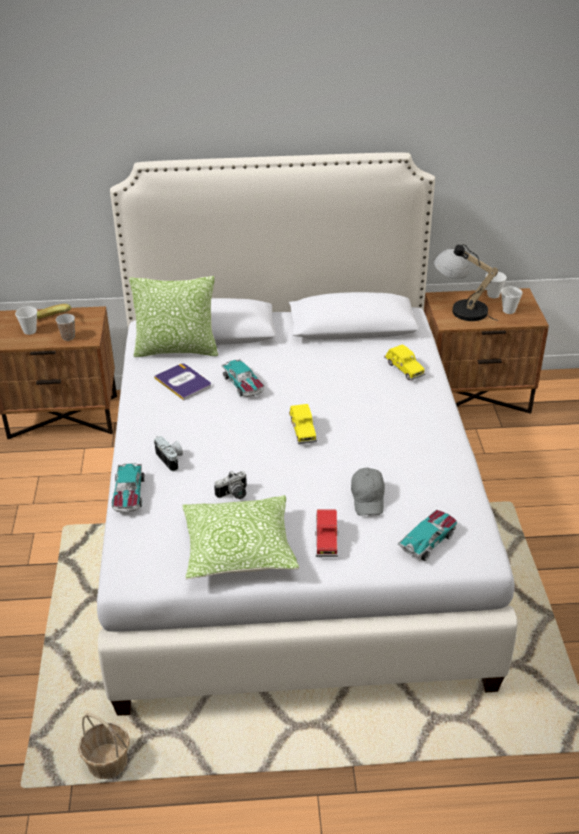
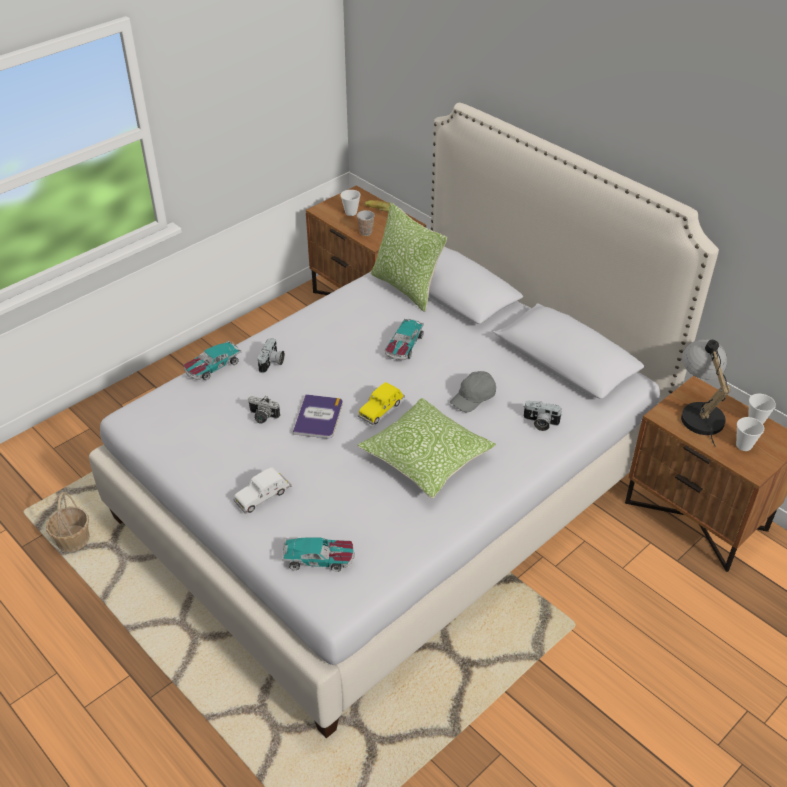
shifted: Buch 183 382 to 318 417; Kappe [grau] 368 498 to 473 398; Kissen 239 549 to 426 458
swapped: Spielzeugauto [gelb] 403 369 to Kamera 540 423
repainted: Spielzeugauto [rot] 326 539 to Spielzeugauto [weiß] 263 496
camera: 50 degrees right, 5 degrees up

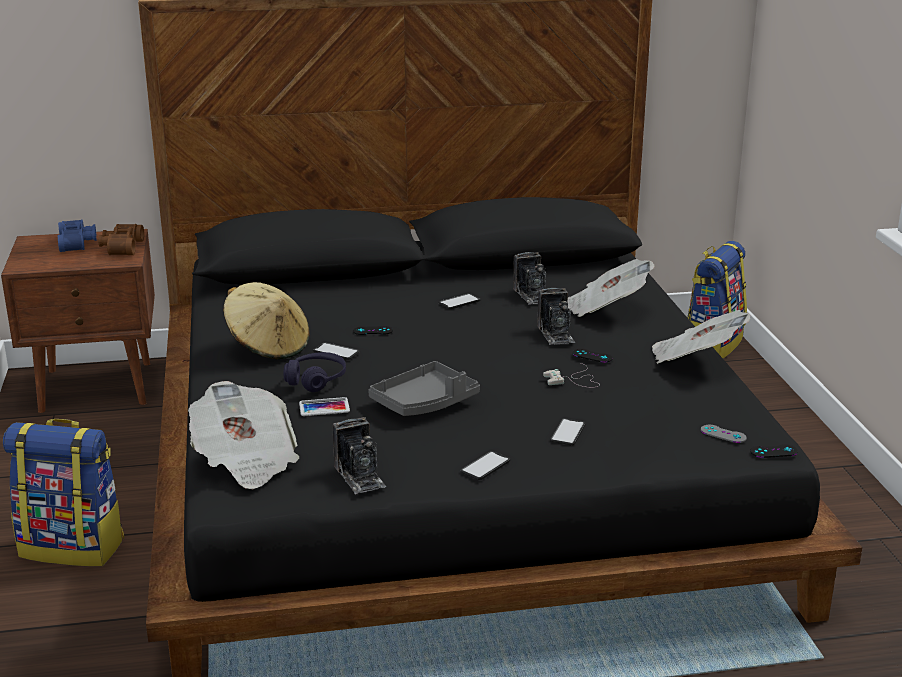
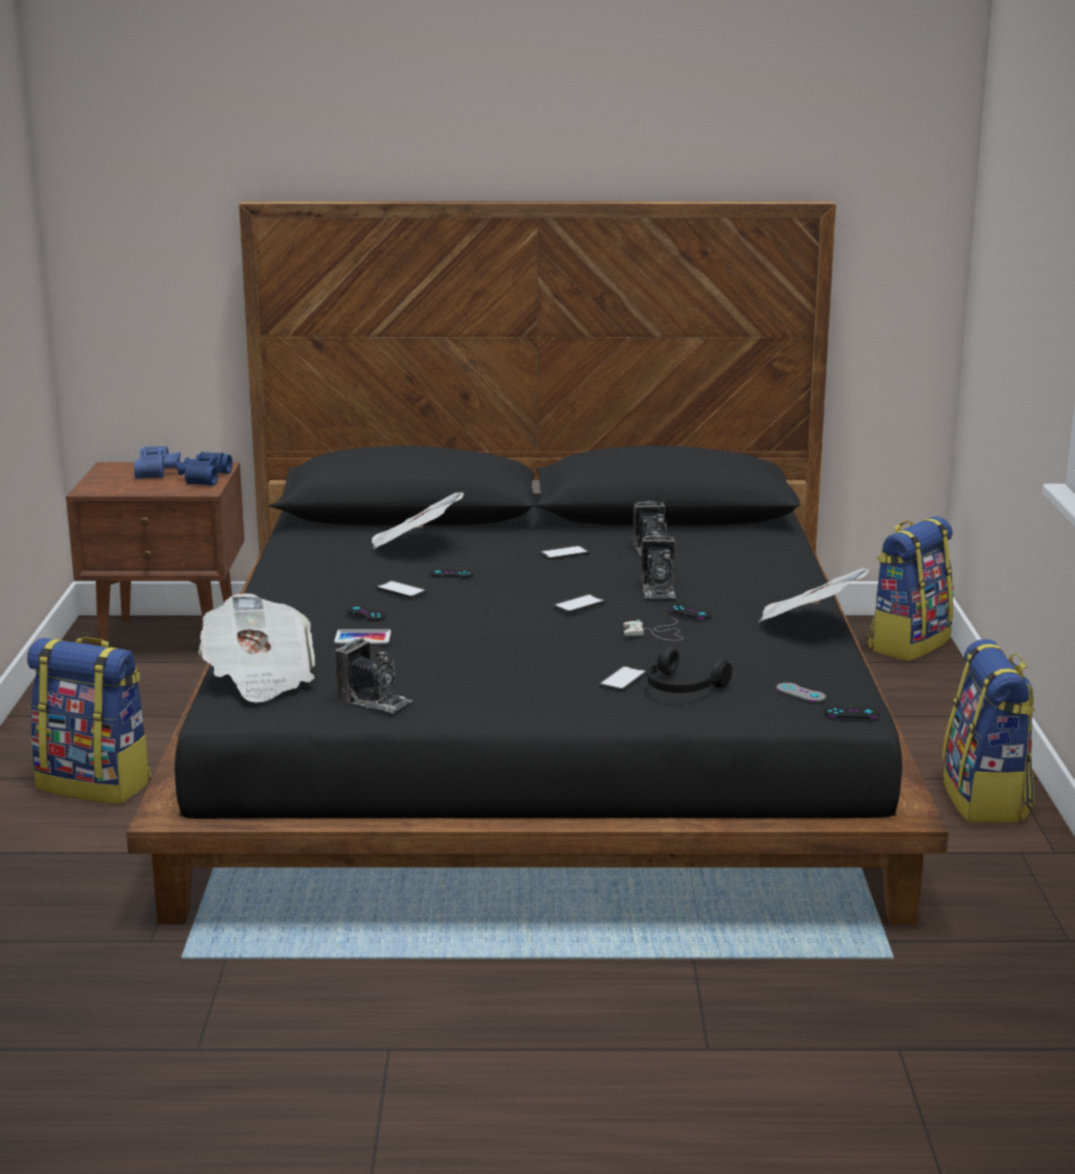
gone: Hut [beige] 268 347; Tablett [grau] 425 402
new: Rucksack 986 800; Kopfhörer [schwarz] 681 687
shifted: Zeitung 605 309 to 414 546; Handy 485 466 to 579 604
swapped: Kopfhörer [lila] 316 380 to Gamepad [schwarz] 366 613
repainted: Fernglas [braun] 120 247 to Fernglas [blau] 203 478
rotated: Kamera 360 476 = 374 700 45 degrees counterclockwise
camera: 10 degrees right, 5 degrees down

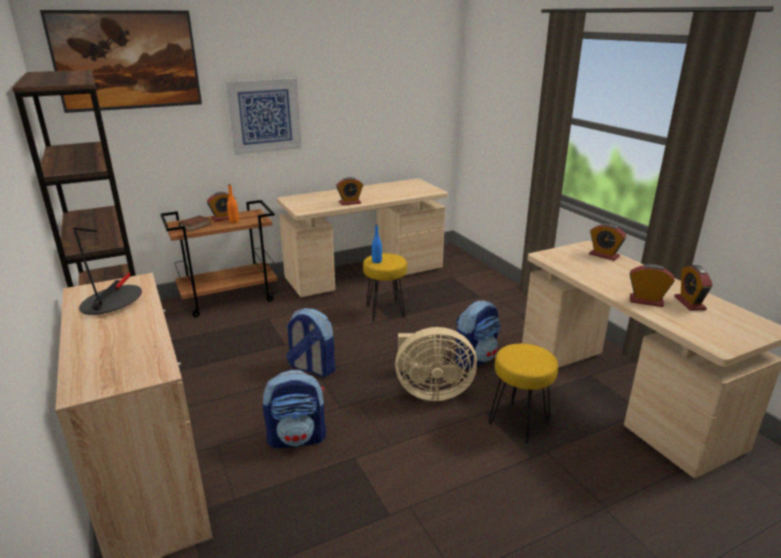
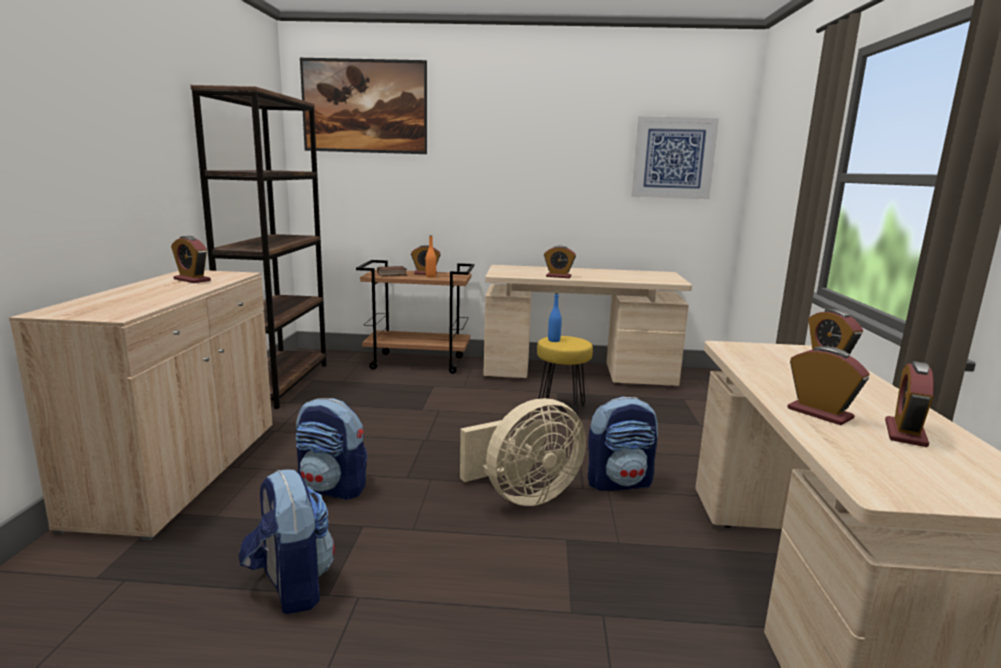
gone: Hocker [gelb] 518 422
shifted: Bild 264 116 to 673 158; Rucksack 312 368 to 290 586
swapped: Tischlampe 112 302 to Wecker 192 280
rotated: Ventilator [beige] 430 391 = 523 496 60 degrees counterclockwise
camera: 30 degrees right, 10 degrees down

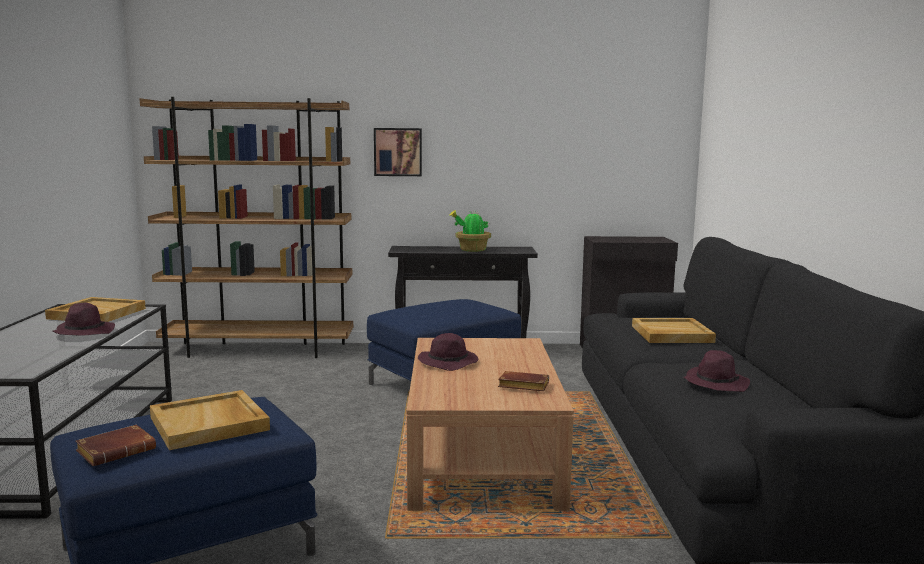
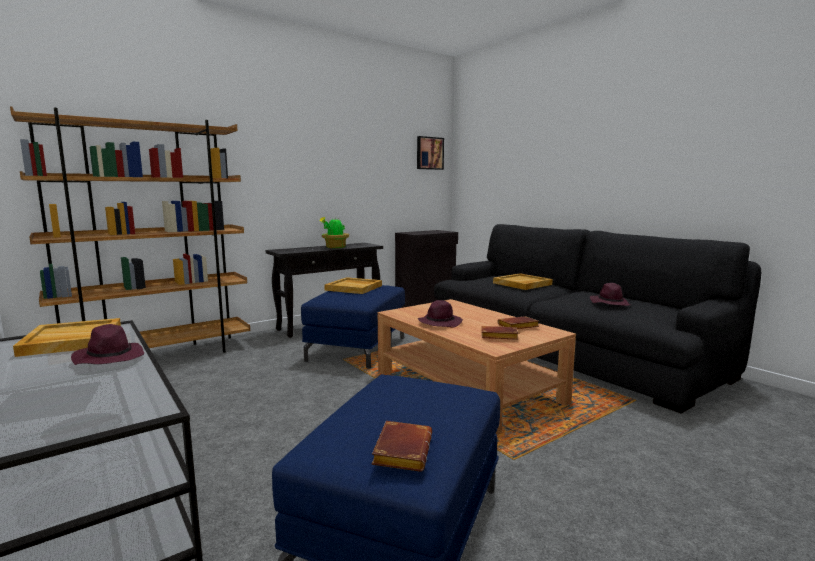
new: Buch [braun] 498 337
shifted: Bild 398 152 to 429 153; Tablett [beige] 210 424 to 354 288
camera: 35 degrees left, 0 degrees up

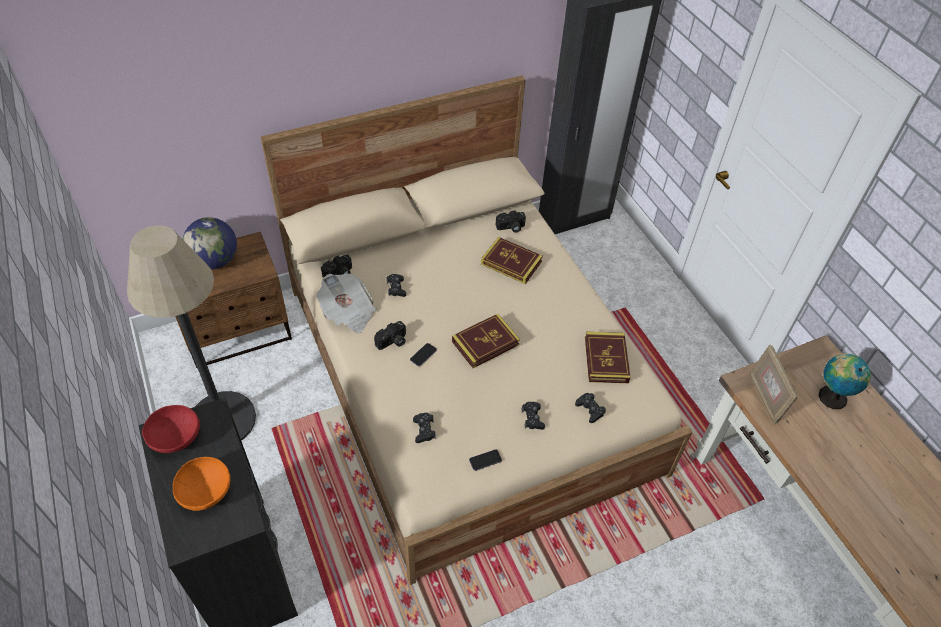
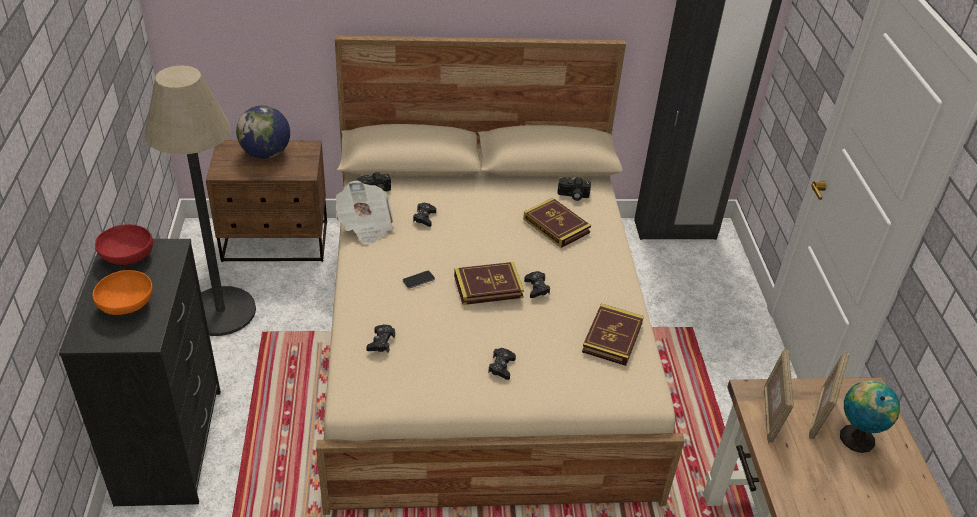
gone: Kamera 392 342; Handy 485 460
new: Bilderrahmen 820 414
shifted: Gamepad [schwarz] 590 409 to 536 288
camera: 20 degrees right, 10 degrees down

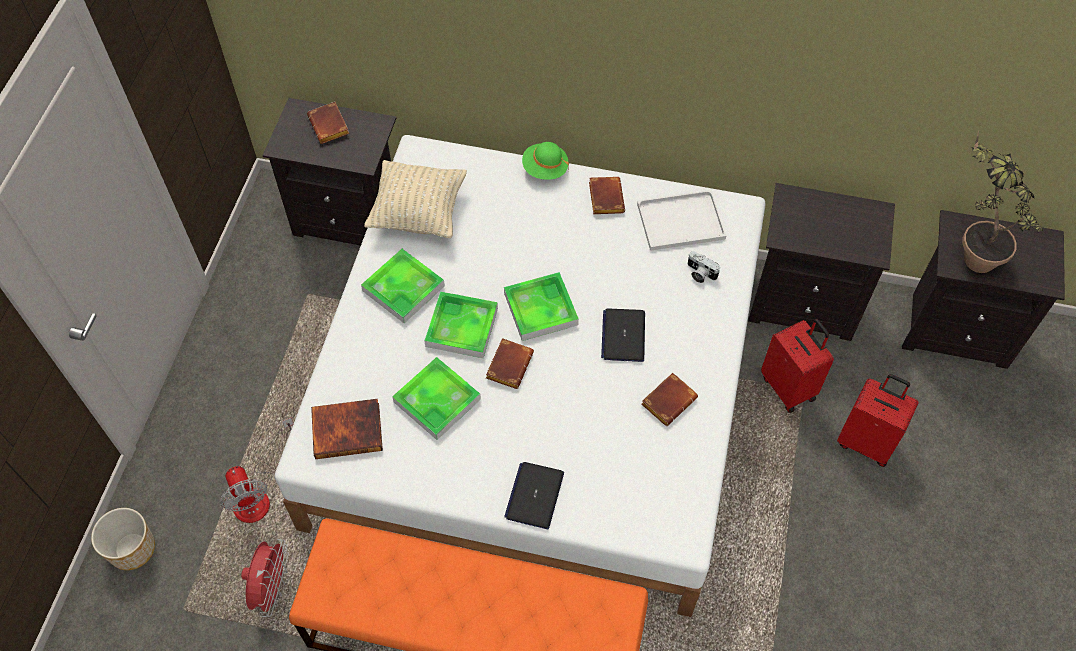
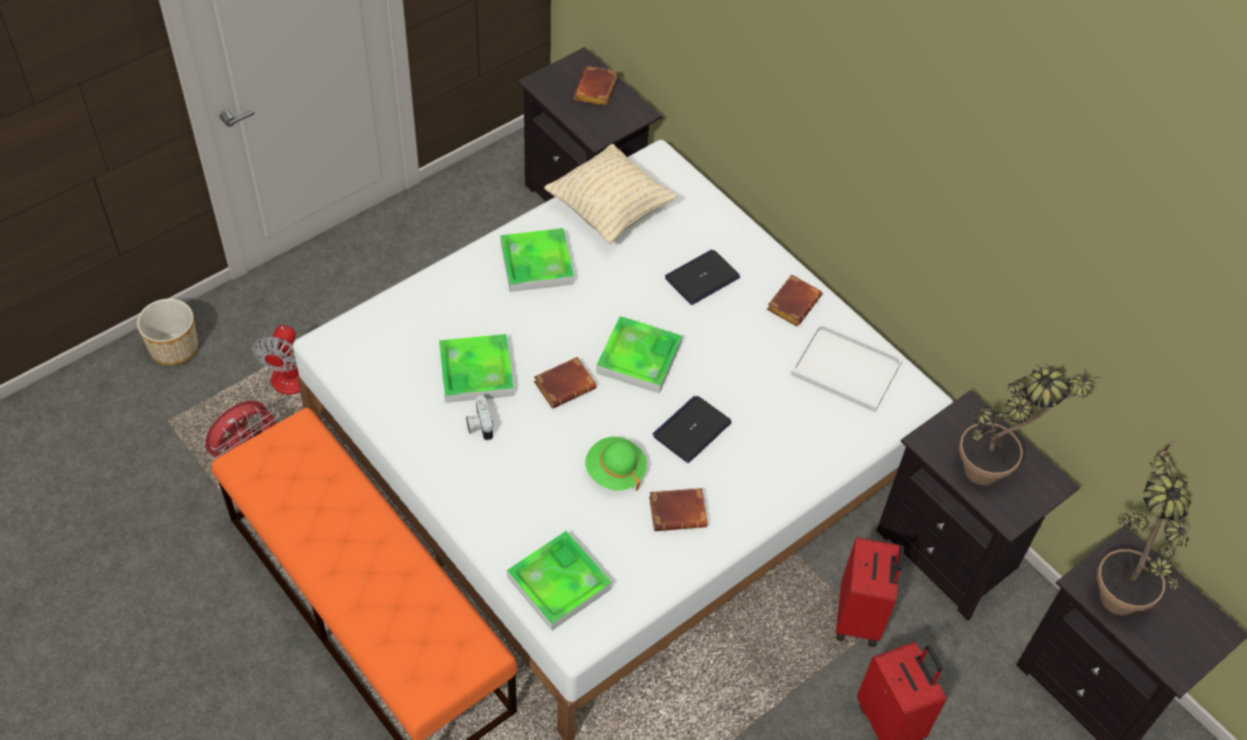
gone: Buch 348 429
new: Topfpflanze 995 469
shifted: Hut [grün] 545 169 to 615 472; Kamera 699 273 to 479 425; Tablett 462 327 to 559 583; Laptop 534 495 to 702 278
camera: 35 degrees right, 5 degrees down

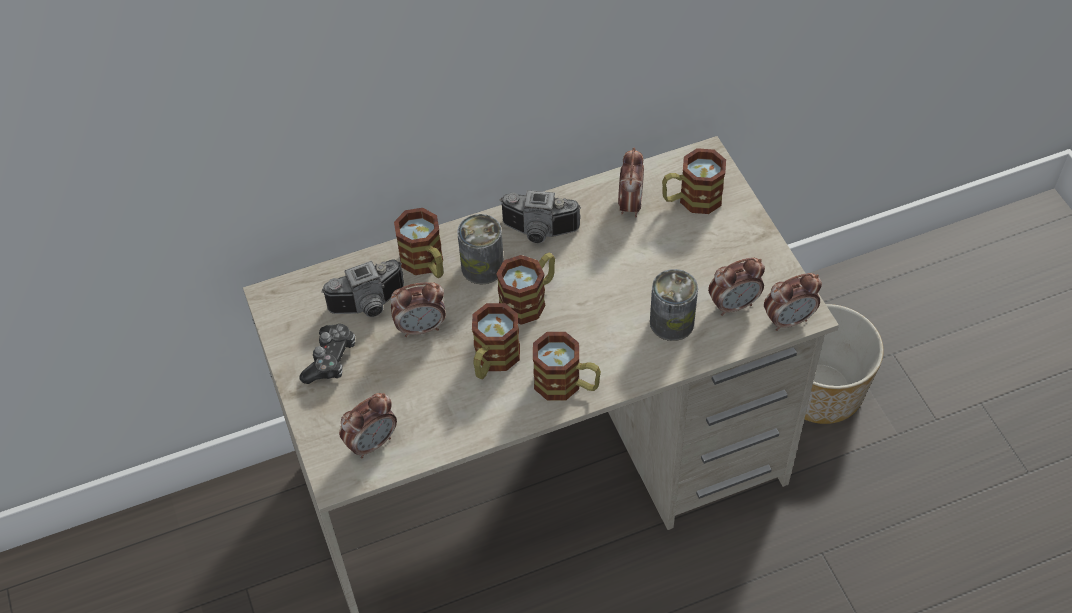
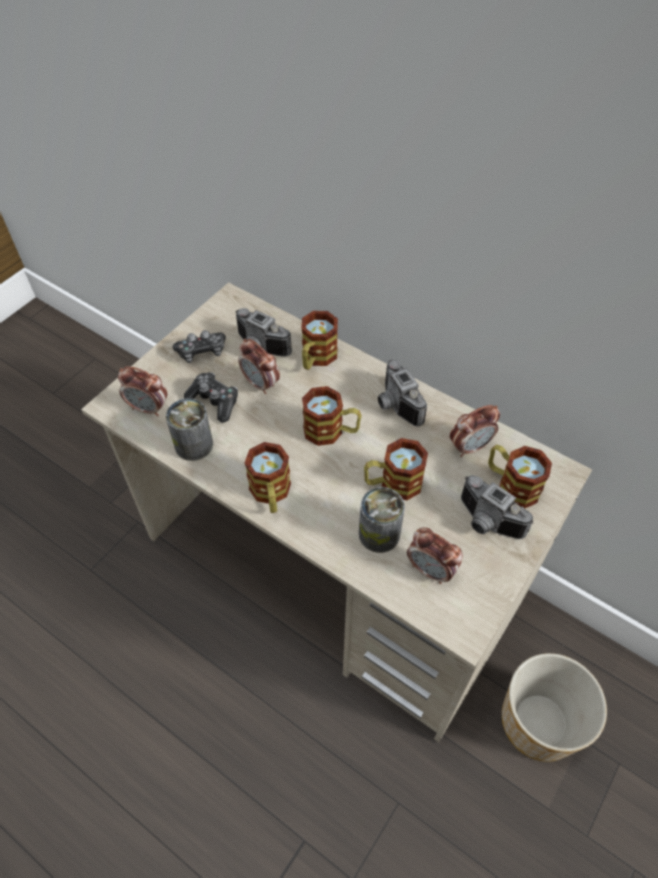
gone: Wecker 788 320
new: Gamepad 214 401; Kamera 486 523
shifted: Dose 482 267 to 194 445; Henkelbecher 493 360 to 392 483
camera: 55 degrees right, 0 degrees up

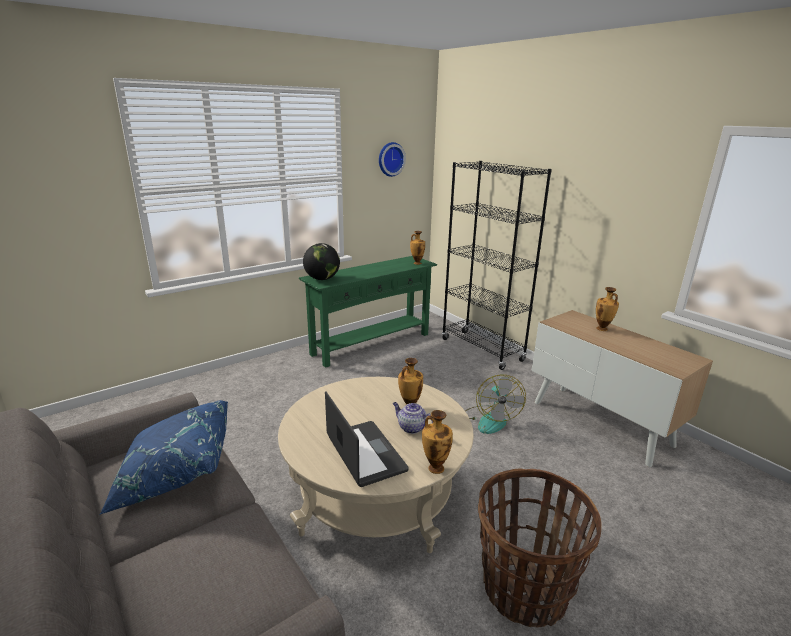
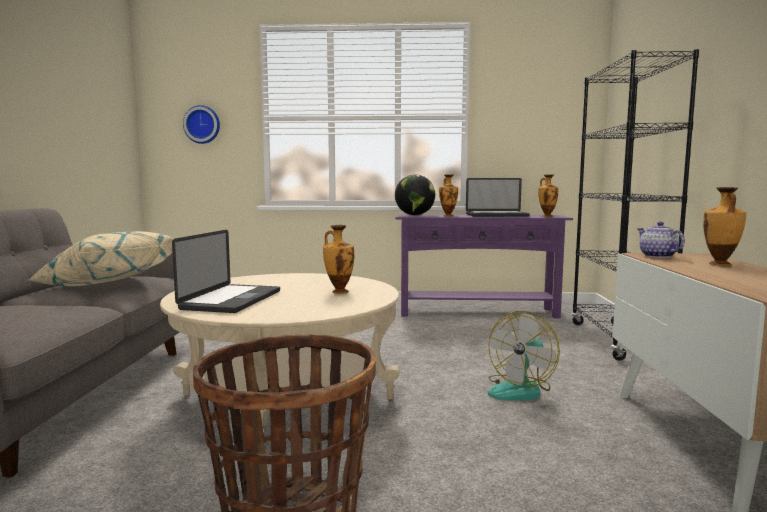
new: Laptop 496 215
shifted: Wanduhr 390 159 to 202 124; Teekanne 411 427 to 656 256; Vase 435 467 to 448 216
repainted: Konsolentisch [grün] 371 344 to Konsolentisch [lila] 477 312; Kissen [blau] 174 472 to Kissen [beige] 108 284
camera: 40 degrees right, 15 degrees down

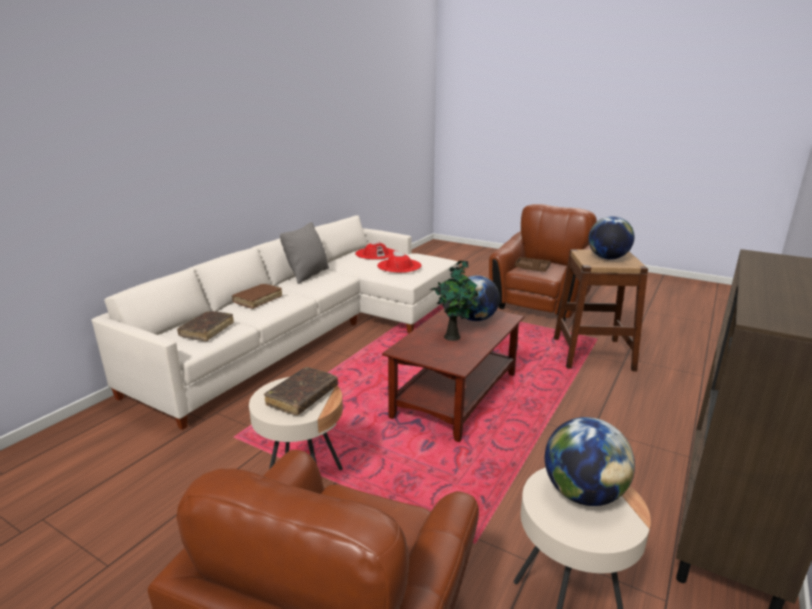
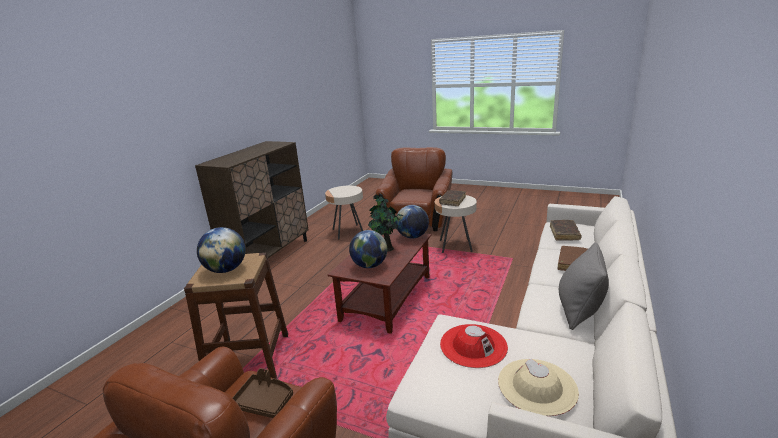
shifted: Globus 583 494 to 412 236
repainted: Hut [rot] 376 253 to Hut [beige] 537 386
camera: 175 degrees right, 0 degrees up

